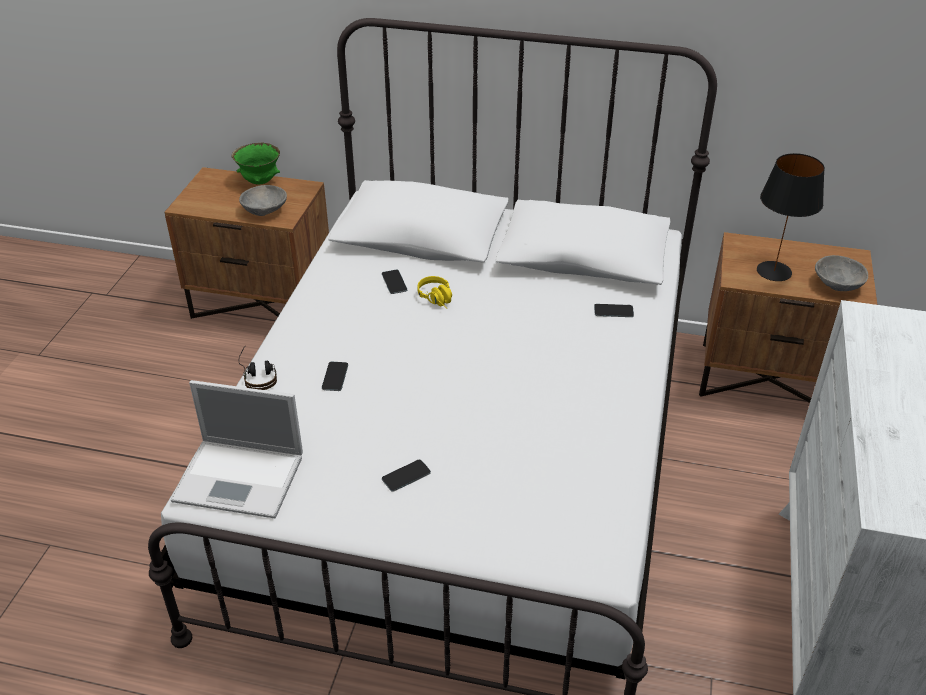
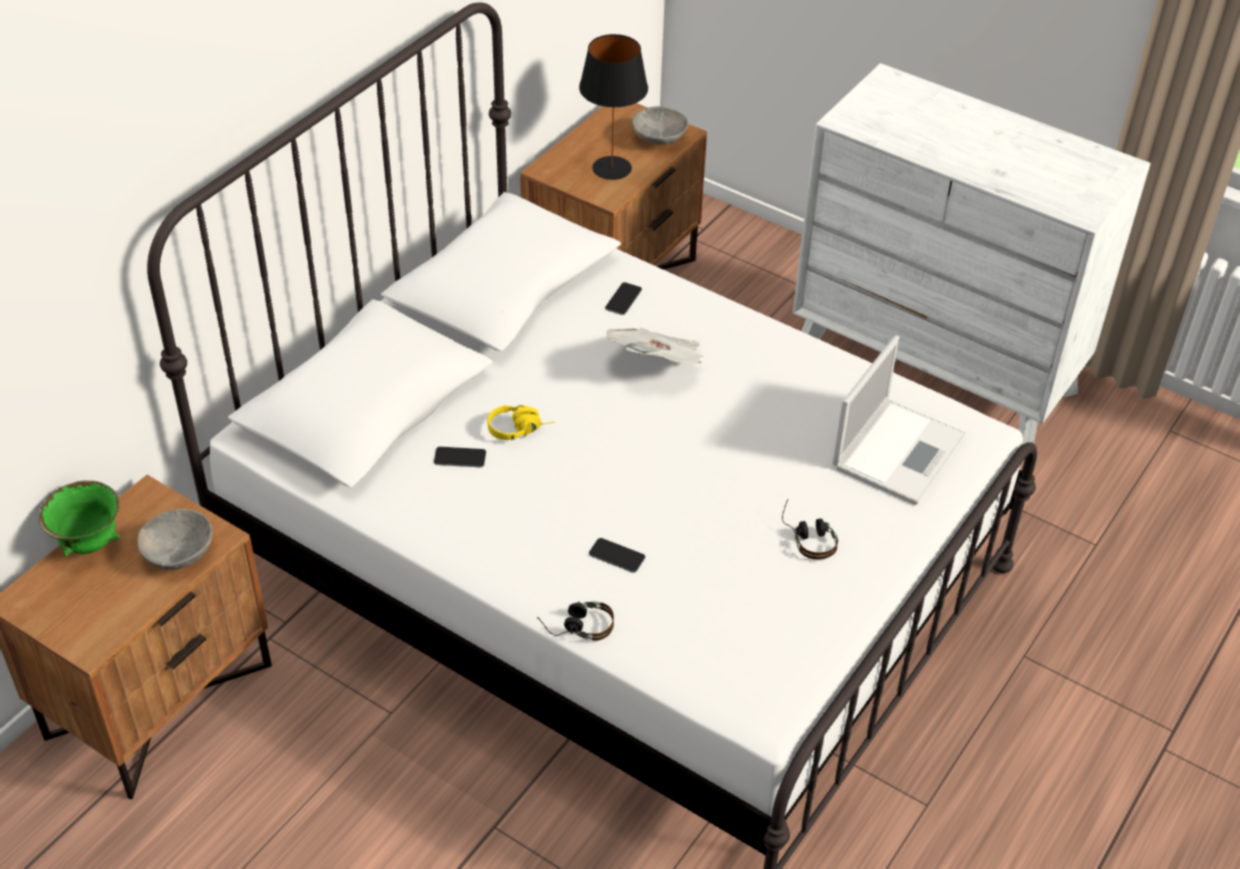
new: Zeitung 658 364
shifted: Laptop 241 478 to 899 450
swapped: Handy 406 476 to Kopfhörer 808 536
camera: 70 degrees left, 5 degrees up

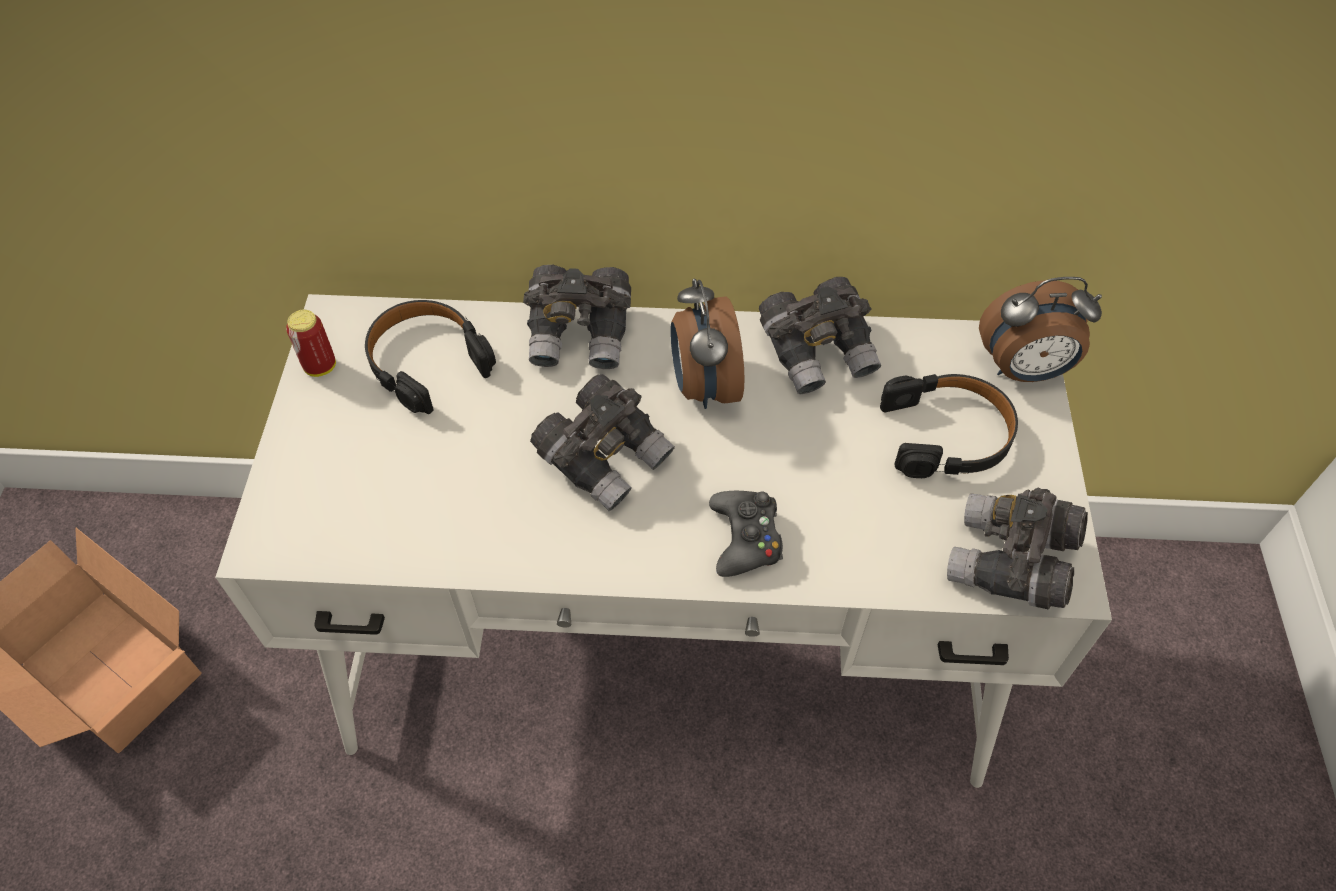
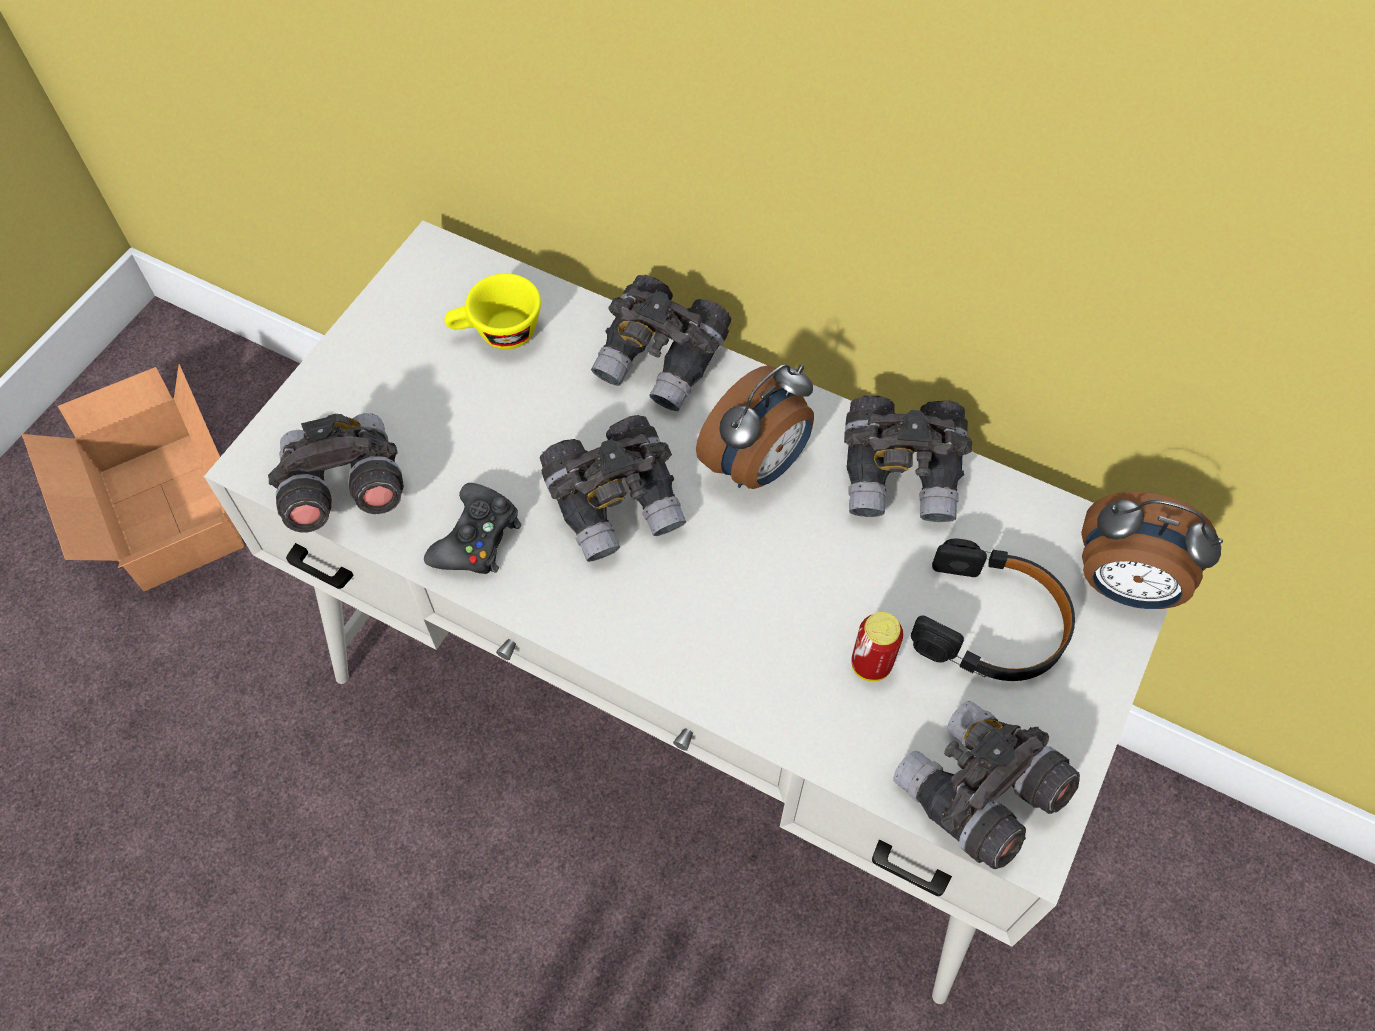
new: Fernglas [grau] 343 489
shifted: Dose 320 367 to 871 665; Gamepad [schwarz] 745 538 to 477 538
swapped: Kopfhörer [schwarz] 427 362 to Tasse [gelb] 497 334
rotated: Wecker 703 386 = 757 466 150 degrees counterclockwise
camera: 25 degrees right, 5 degrees up

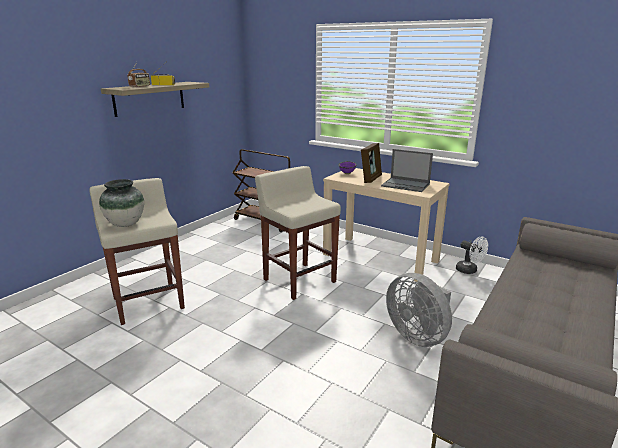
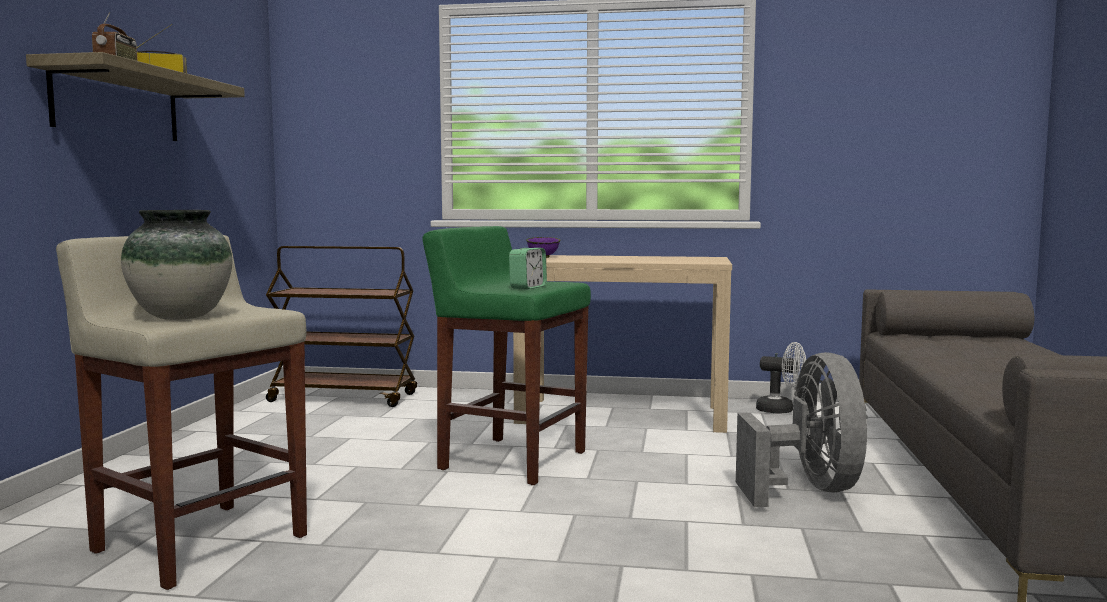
gone: Bilderrahmen 371 178; Laptop 406 185
new: Wecker 528 287
repainted: Hocker [beige] 299 280 to Hocker [grün] 511 460
rotated: Ventilator [grau] 418 335 = 808 490 120 degrees counterclockwise
camera: 25 degrees left, 15 degrees down

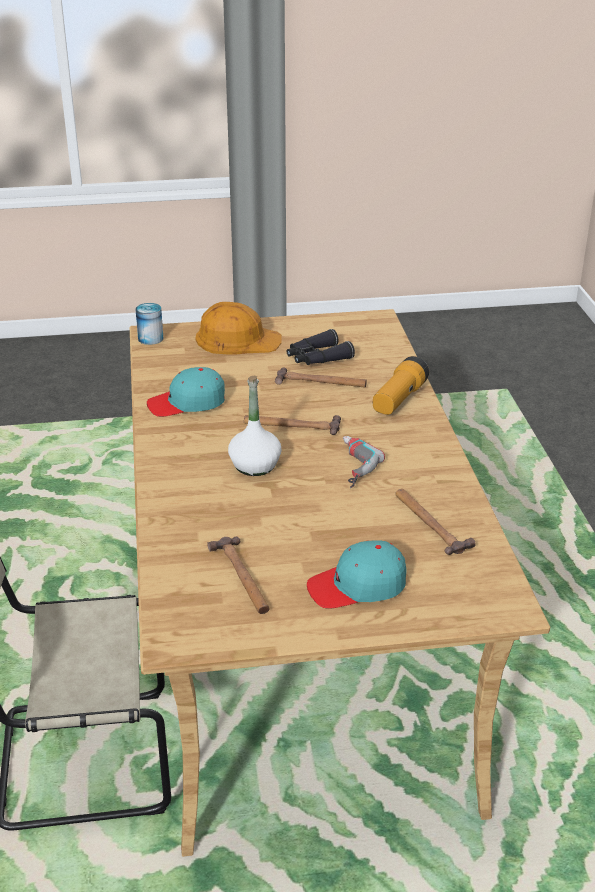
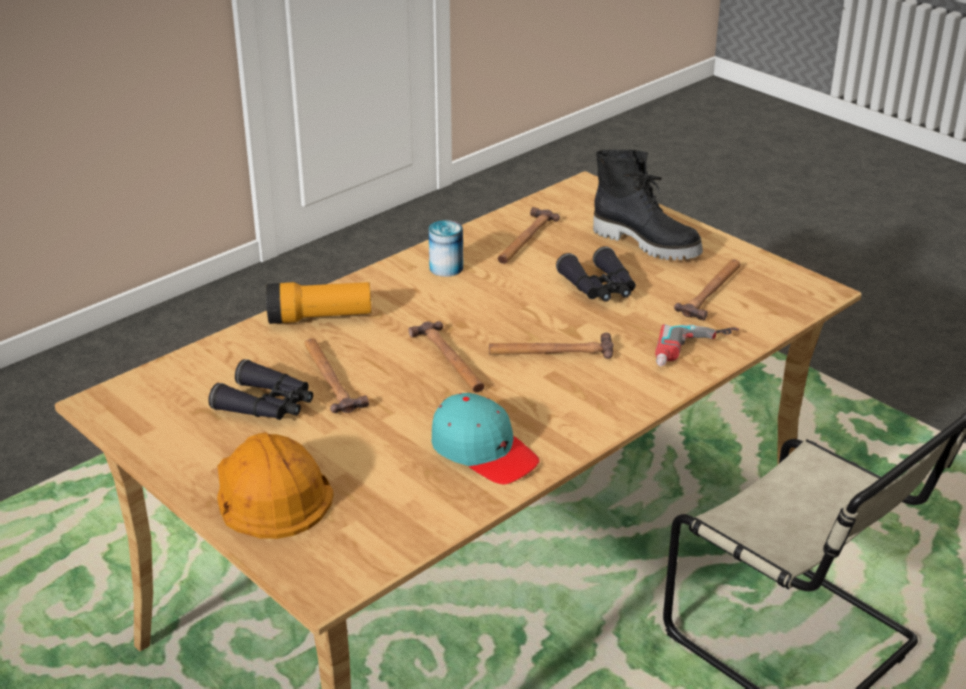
new: Fernglas [schwarz] 599 288
shifted: Dose 150 338 to 446 268; Bohrmaschine 348 466 to 696 353
swapped: Flasche [weiß] 254 465 to Hammer 550 351; Kappe [türkis] 357 586 to Stiefel [schwarz] 647 243
camera: 125 degrees left, 0 degrees up

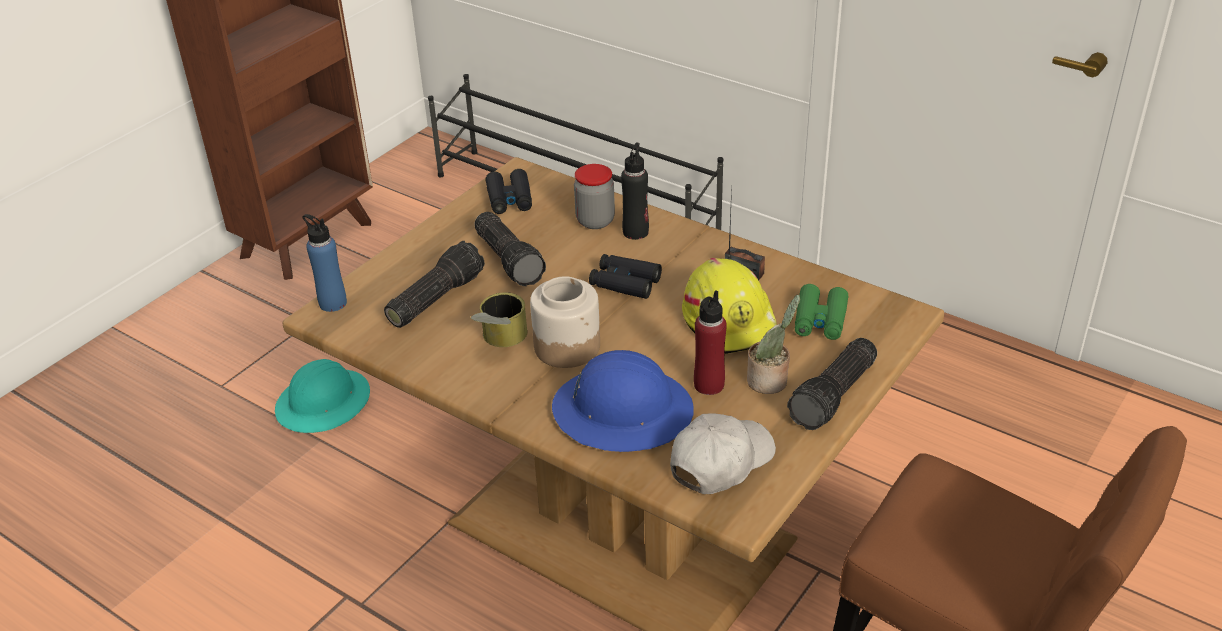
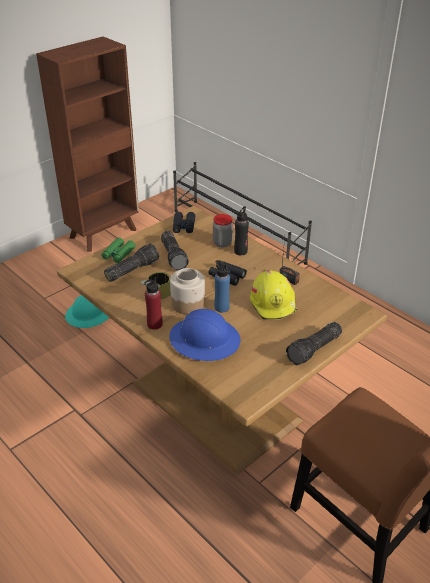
gone: Topfpflanze 770 381; Kappe [weiß] 720 461
shifted: Flasche [blau] 332 303 to 221 307; Fernglas [grün] 820 320 to 118 254; Flasche [rot] 708 385 to 154 324
camera: 10 degrees right, 0 degrees up

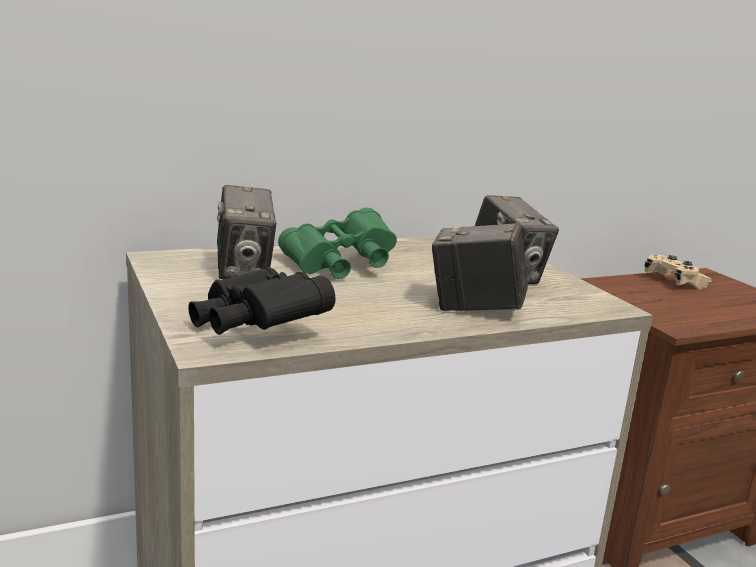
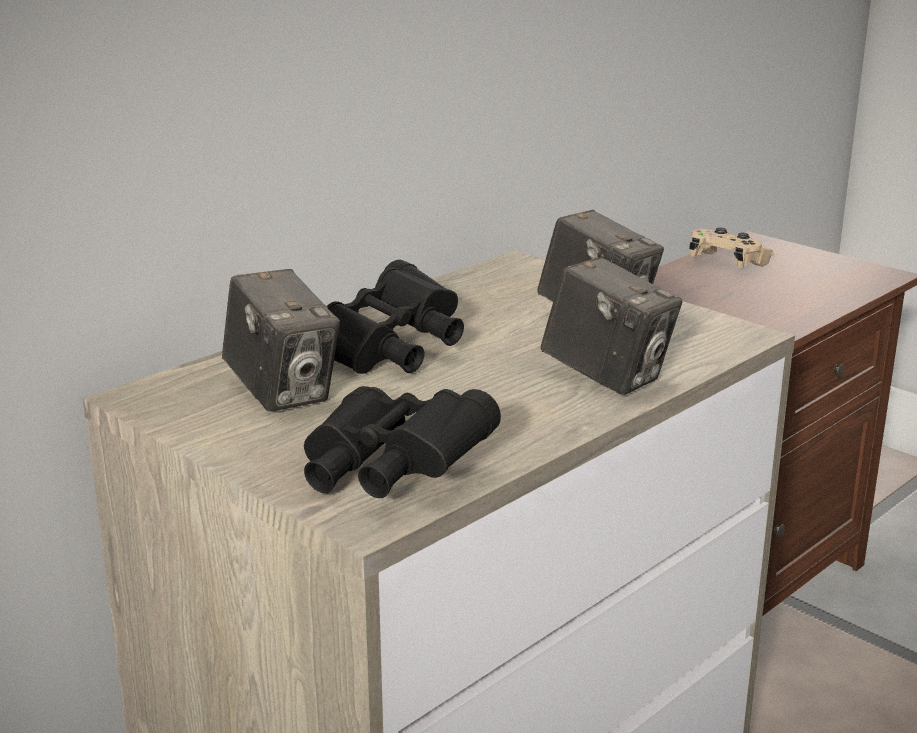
repainted: Fernglas [grün] 340 266 to Fernglas [schwarz] 389 351
rotated: Kamera 475 309 = 607 377 135 degrees counterclockwise
camera: 20 degrees left, 5 degrees up

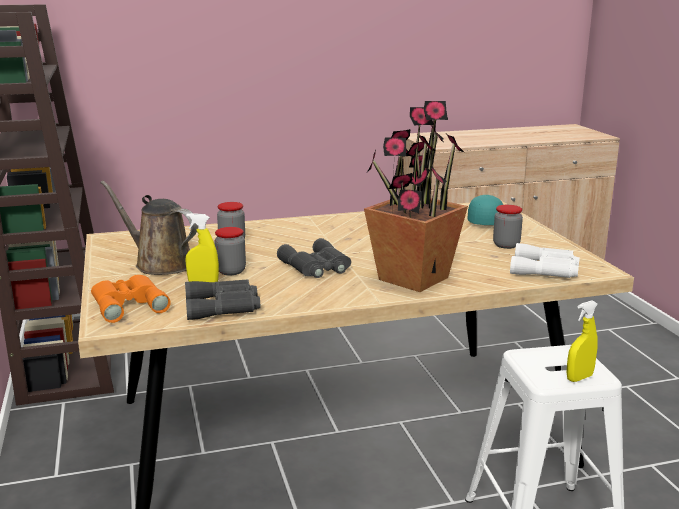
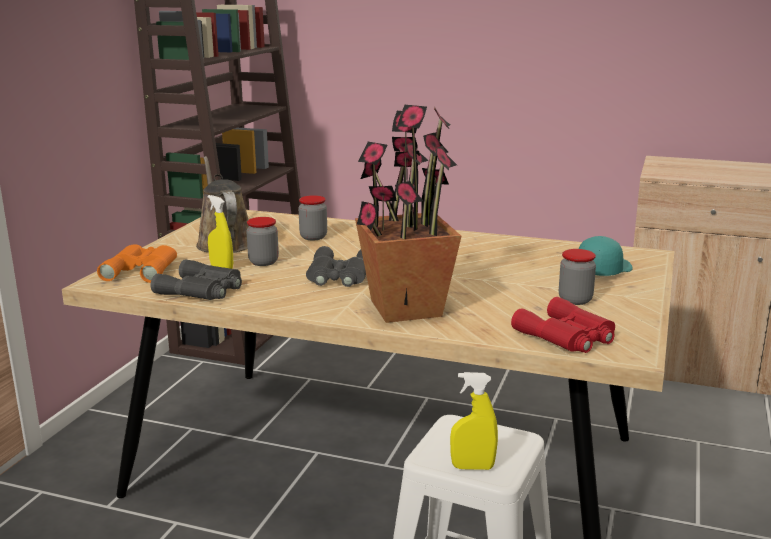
repainted: Fernglas [weiß] 546 270 to Fernglas [rot] 567 336
camera: 35 degrees right, 0 degrees up

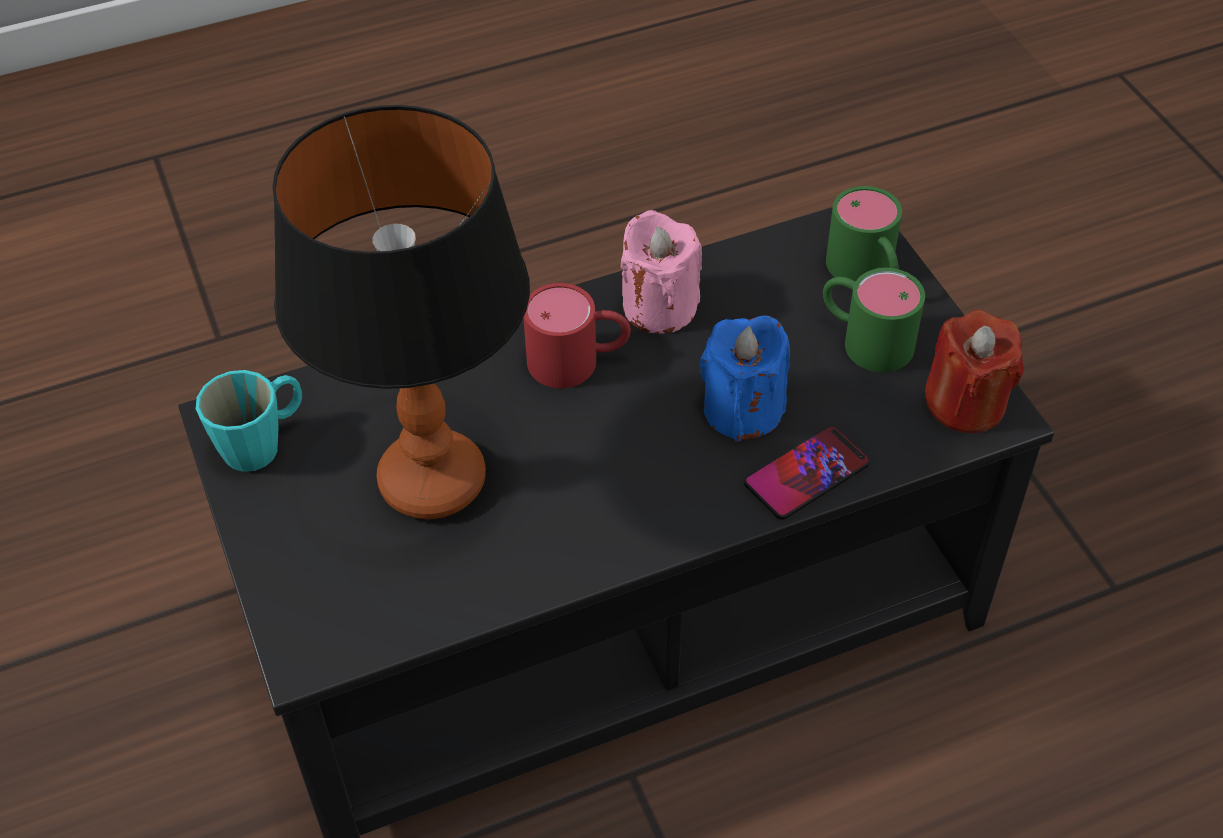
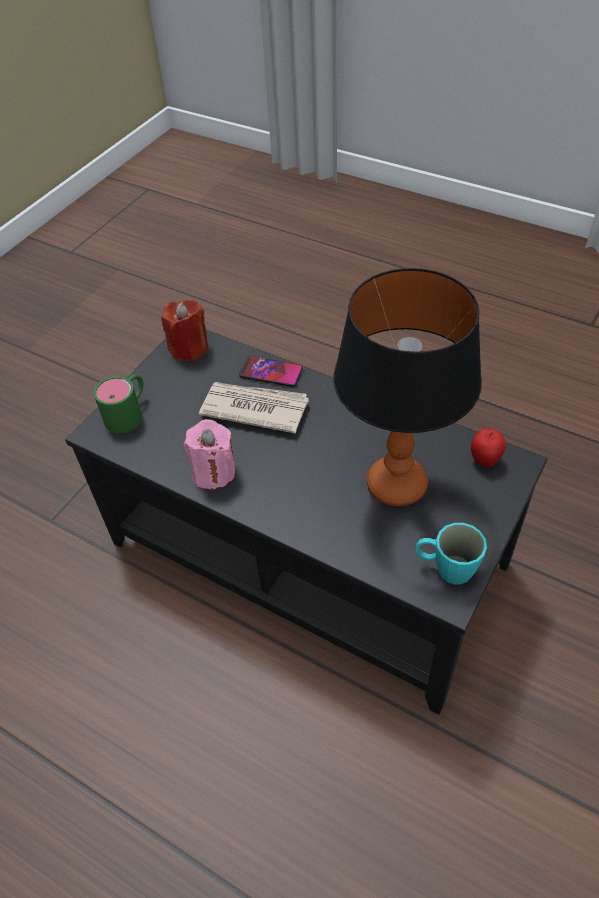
gone: Henkelbecher [grün] 864 338; Henkelbecher [rot] 578 360
new: Apfel 485 460
swapped: Kerze [blau] 743 410 to Zeitung 254 408
camera: 125 degrees left, 0 degrees up

